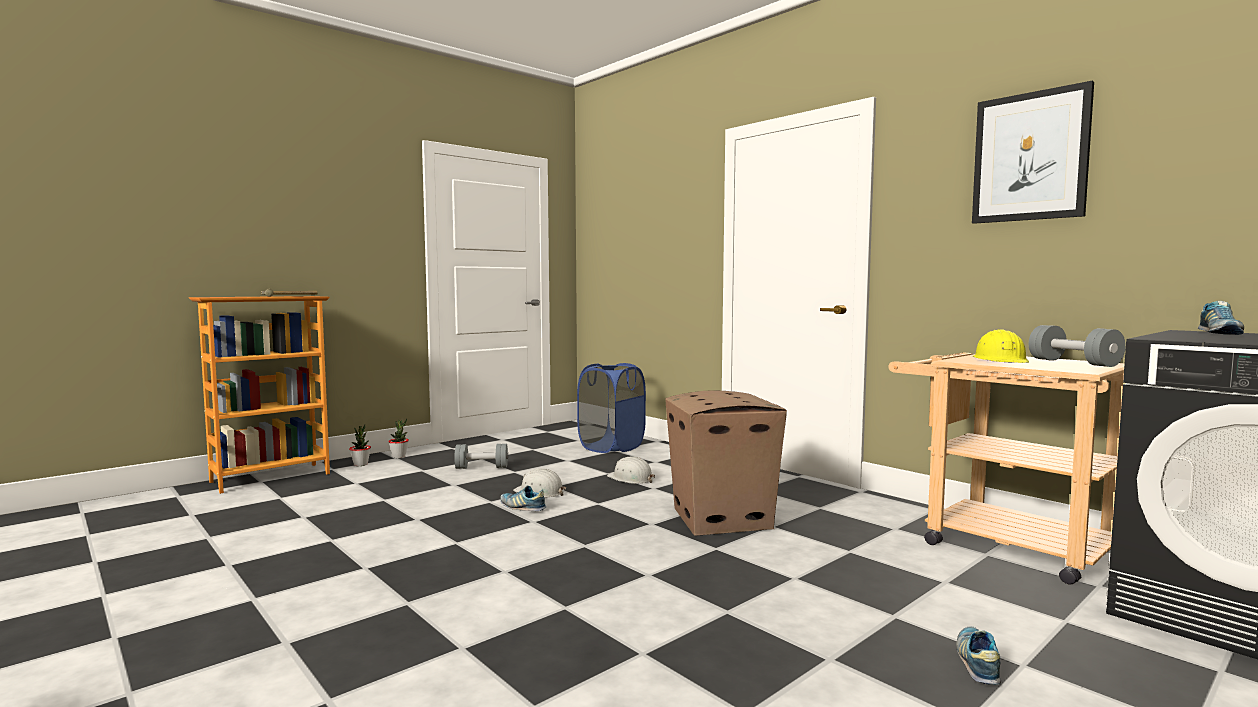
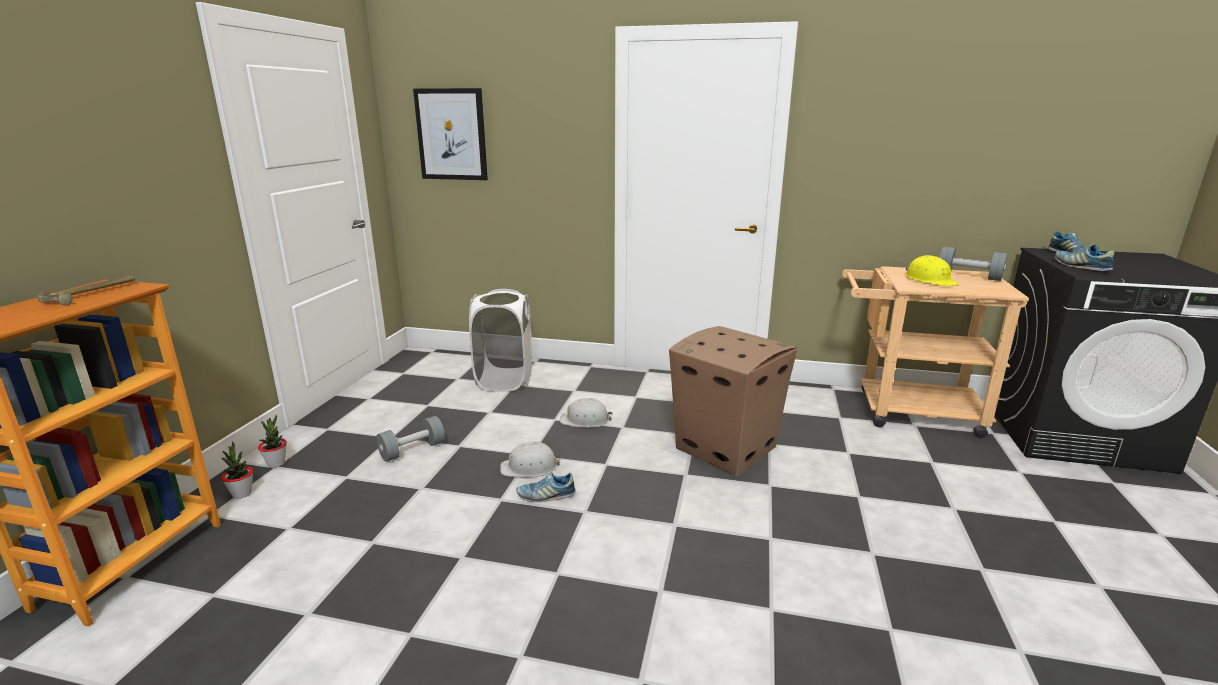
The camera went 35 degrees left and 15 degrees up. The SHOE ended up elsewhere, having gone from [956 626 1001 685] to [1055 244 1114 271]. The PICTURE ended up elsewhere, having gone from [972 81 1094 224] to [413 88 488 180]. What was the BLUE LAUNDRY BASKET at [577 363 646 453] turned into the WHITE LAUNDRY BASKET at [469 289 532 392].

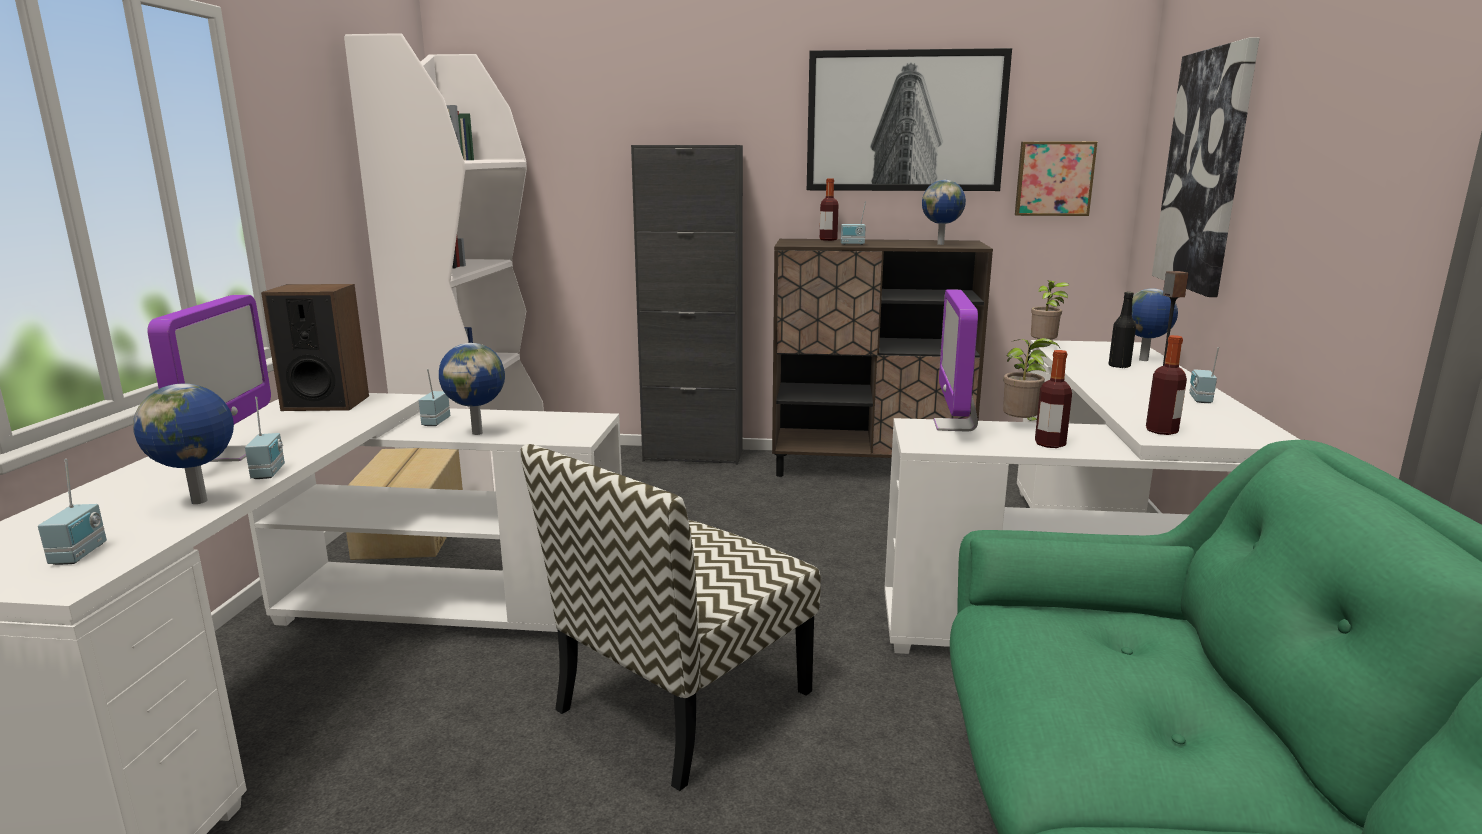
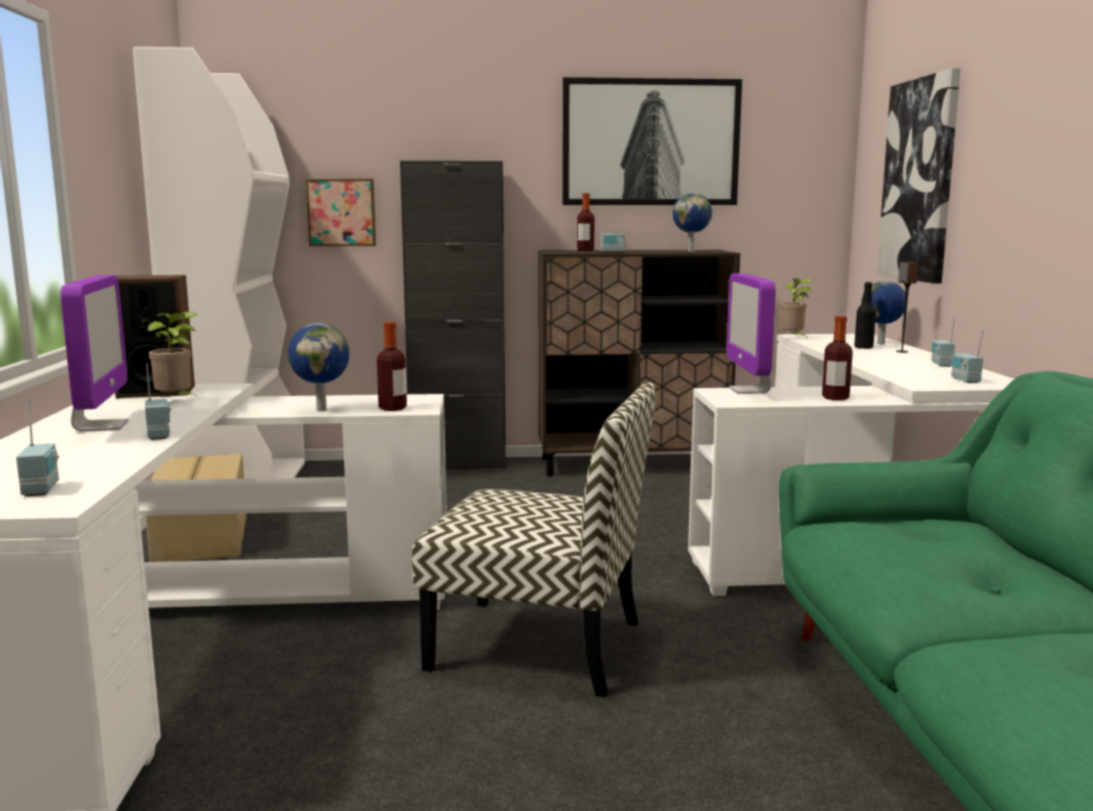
The camera went 10 degrees left and 5 degrees down. The second view lost the GLOBE at [133 384 234 504]. The RADIO ended up elsewhere, having gone from [419 369 450 426] to [951 329 984 383]. The POTTED PLANT ended up elsewhere, having gone from [1003 338 1053 421] to [148 312 197 396]. The PICTURE ended up elsewhere, having gone from [1015 142 1098 216] to [306 179 376 246]. The BOTTLE ended up elsewhere, having gone from [1146 335 1187 435] to [377 322 407 411]. The CHAIR at [520 444 821 791] ended up facing another way, 105 degrees counterclockwise from before.

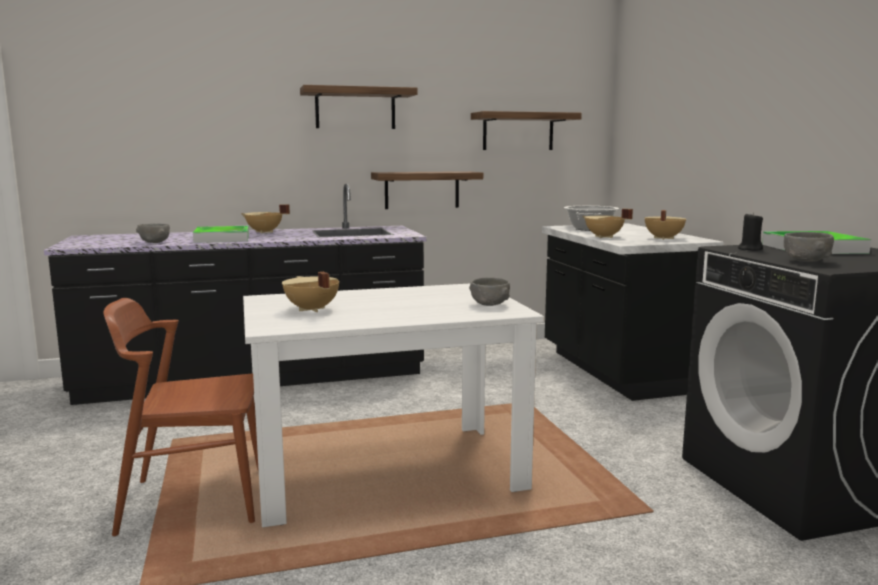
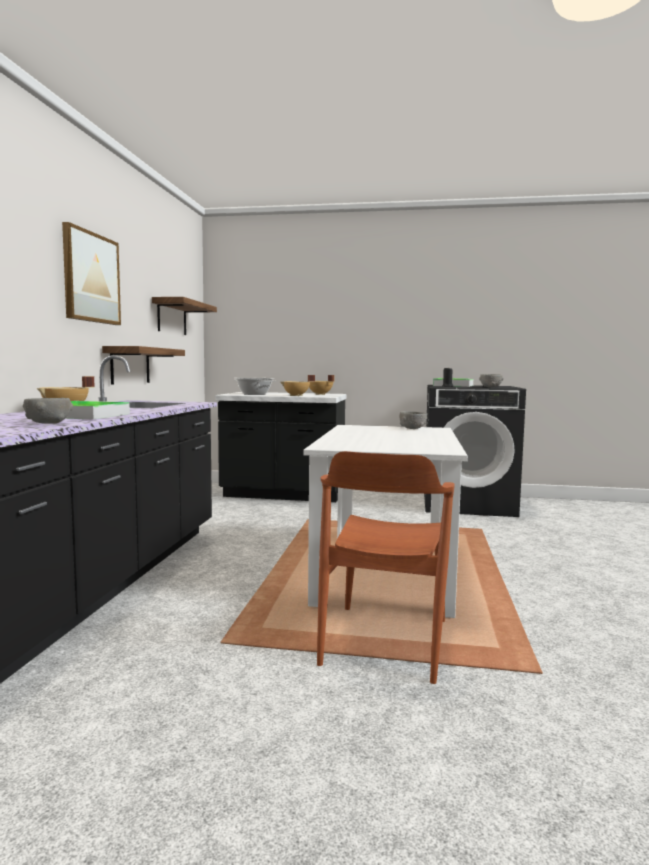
The camera went 65 degrees left and 5 degrees down. The second view lost the BEIGE COOKING POT at [282 272 339 312]. Where the SHELF hung at [300 85 418 129], the PICTURE came to hang at [62 222 121 325].

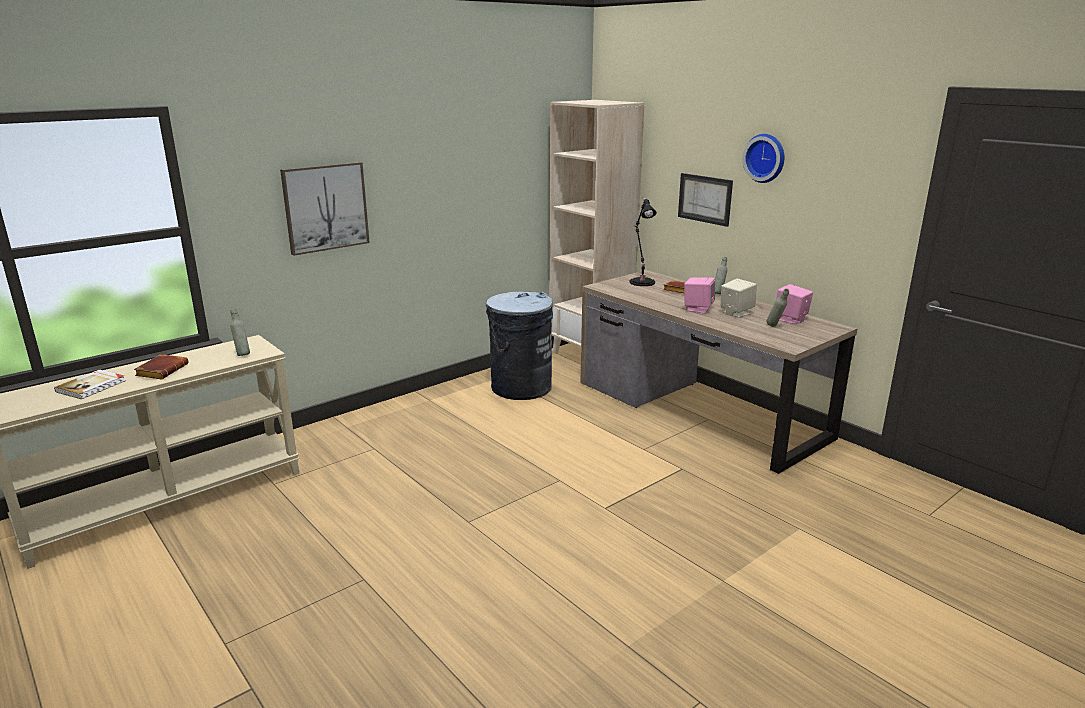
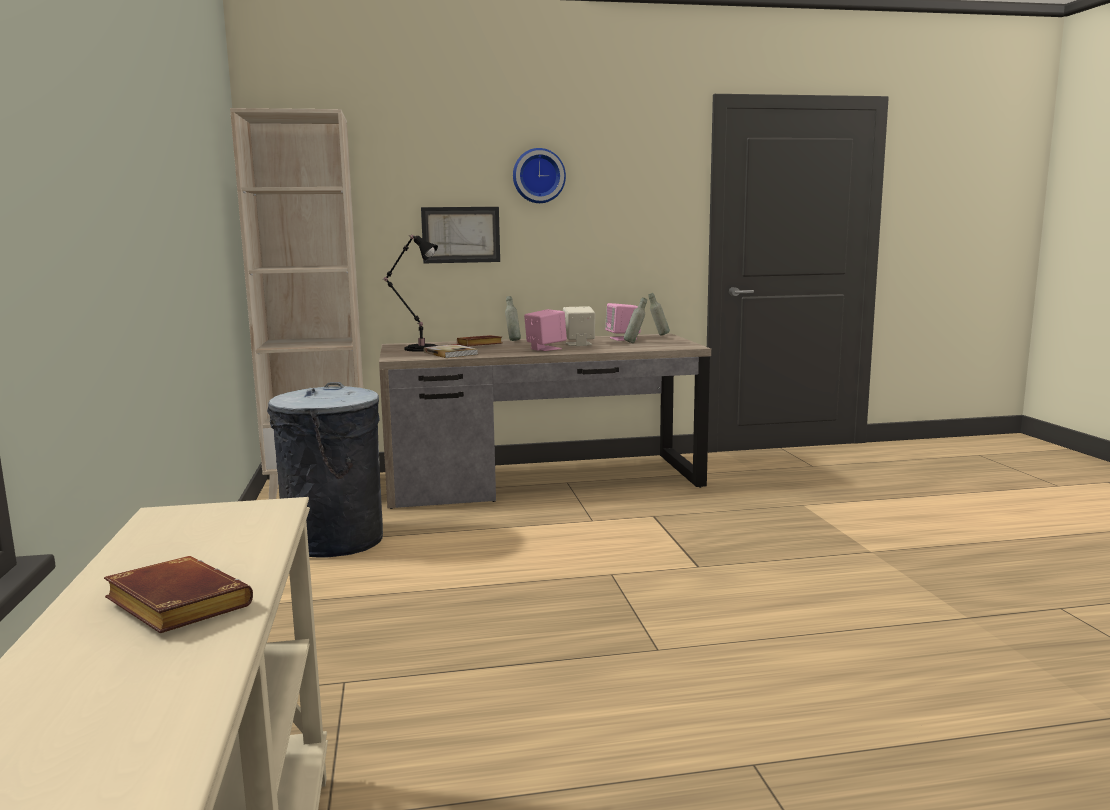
The camera went 60 degrees left and 10 degrees down. The second view lost the PICTURE at [280 162 370 256]. The BOOK ended up elsewhere, having gone from [54 370 125 399] to [424 344 478 358]. The GREY BOTTLE ended up elsewhere, having gone from [230 309 250 356] to [648 293 670 336].

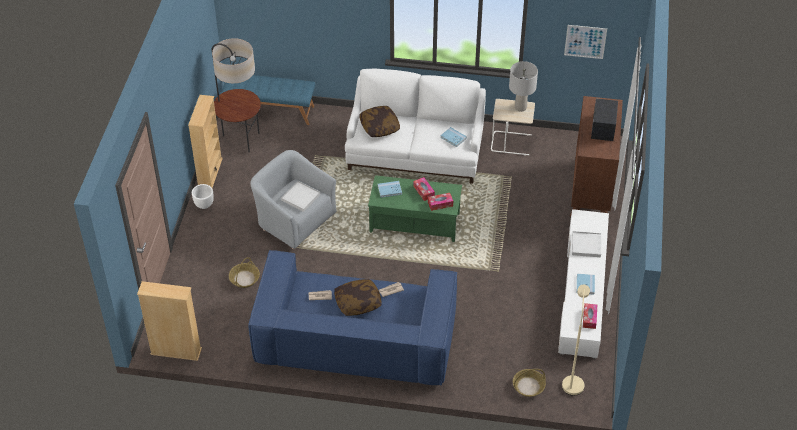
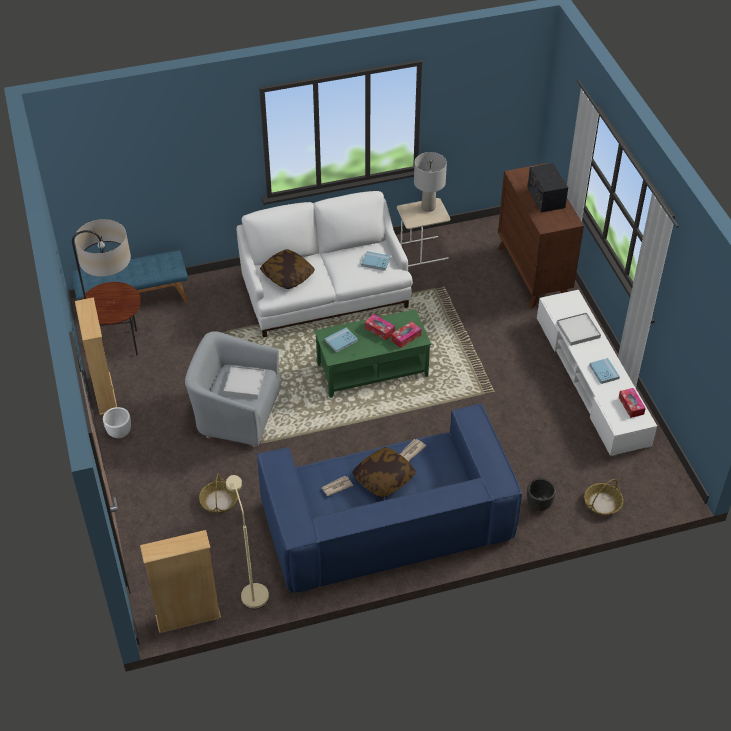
The camera went 25 degrees left and 0 degrees up. The second view lost the PICTURE at [564 25 607 59]. The second view gained the BLACK PLANTER at [527 478 556 511]. The BEIGE FLOOR LAMP ended up elsewhere, having gone from [562 285 590 396] to [226 475 269 609].

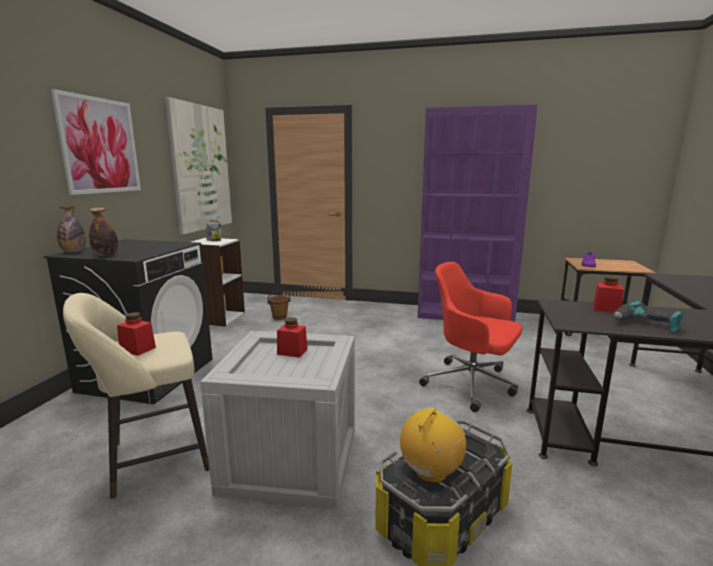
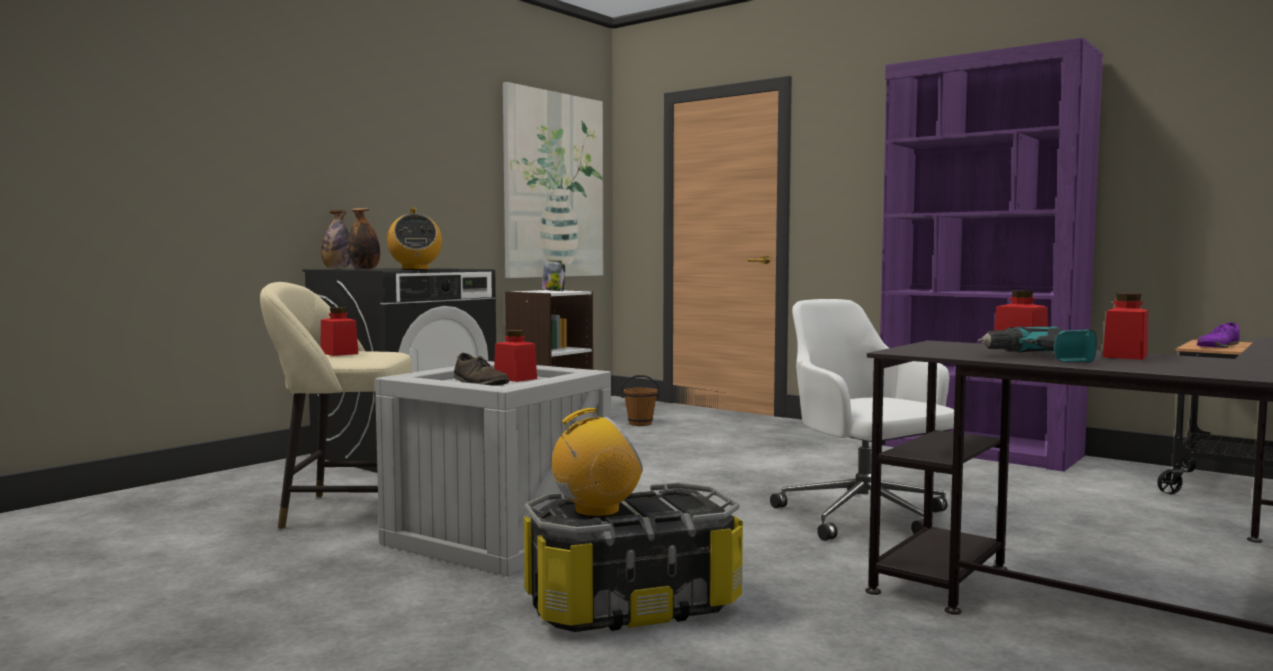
The camera went 25 degrees right and 10 degrees down. The second view lost the PICTURE at [51 89 141 195]. The second view gained the RADIO at [387 208 442 270]. The second view gained the BROWN SHOE at [454 353 509 386]. The second view gained the RED JAR at [1103 293 1148 360]. What was the RED OFFICE CHAIR at [419 262 522 412] turned into the WHITE OFFICE CHAIR at [770 299 954 541].

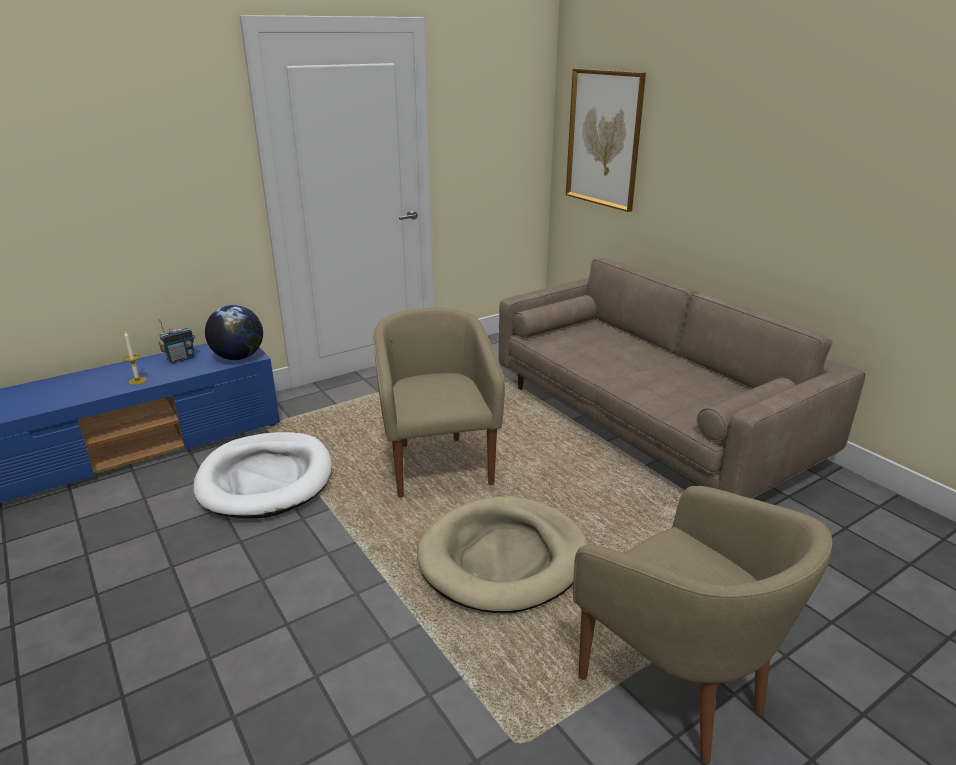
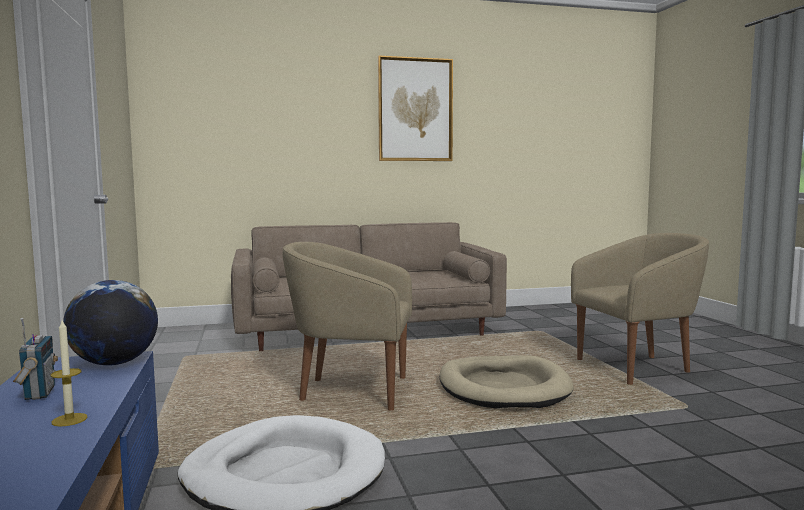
The camera went 70 degrees left and 20 degrees down. The PICTURE ended up elsewhere, having gone from [566 68 646 212] to [378 56 453 161].

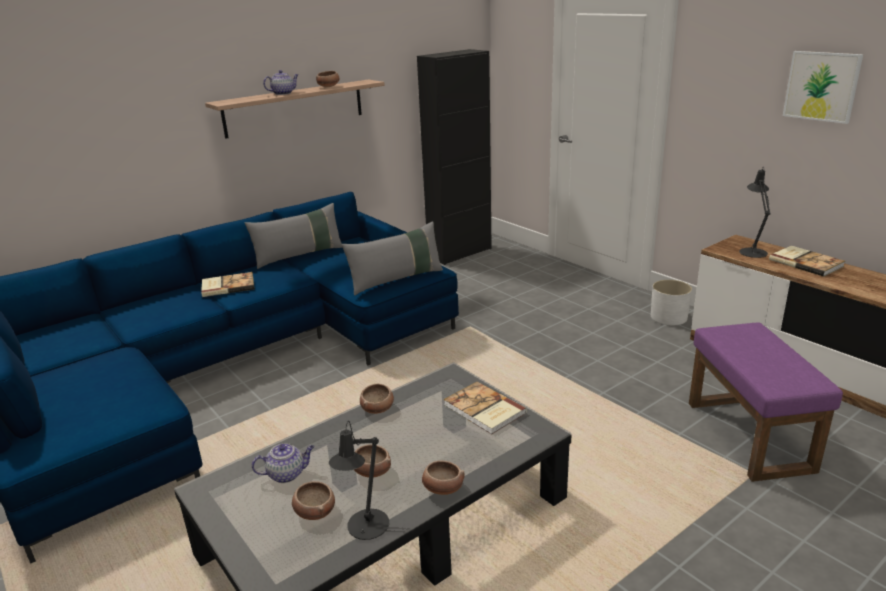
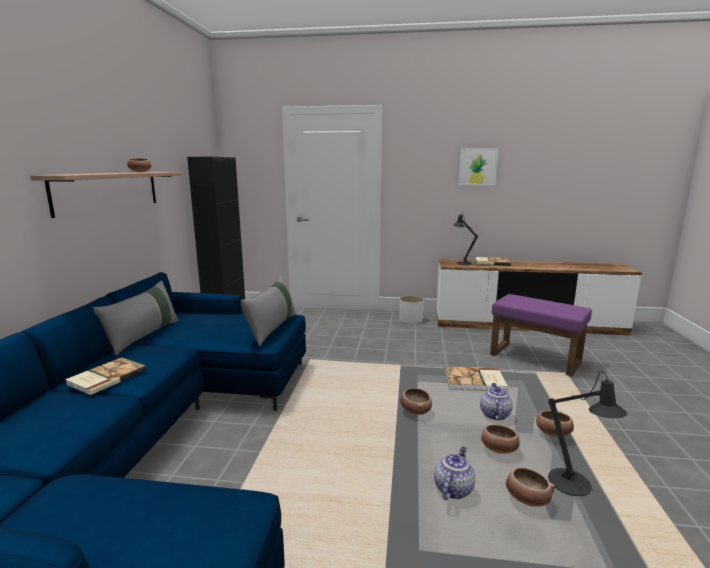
The camera went 45 degrees left and 10 degrees down. The TEAPOT ended up elsewhere, having gone from [263 70 299 95] to [480 383 513 420].

